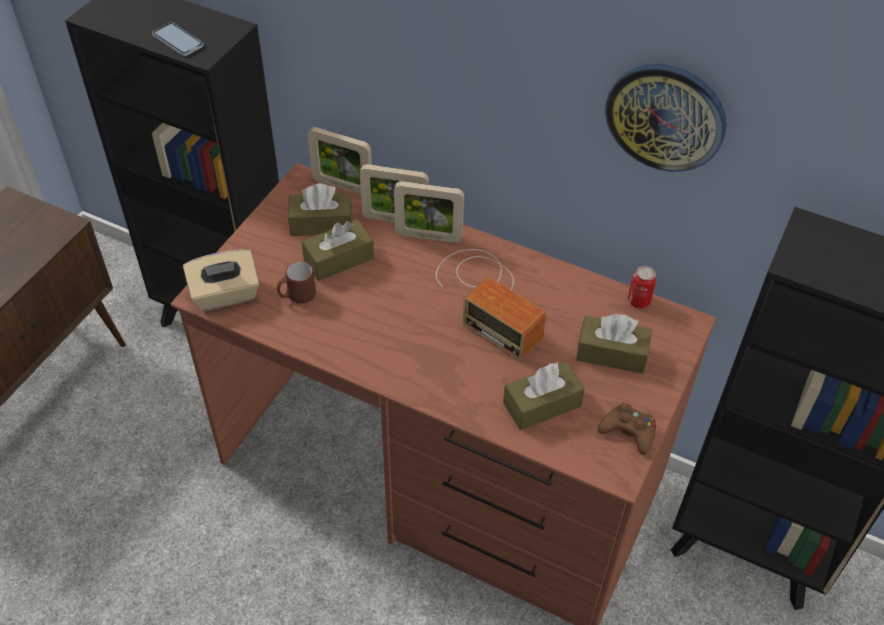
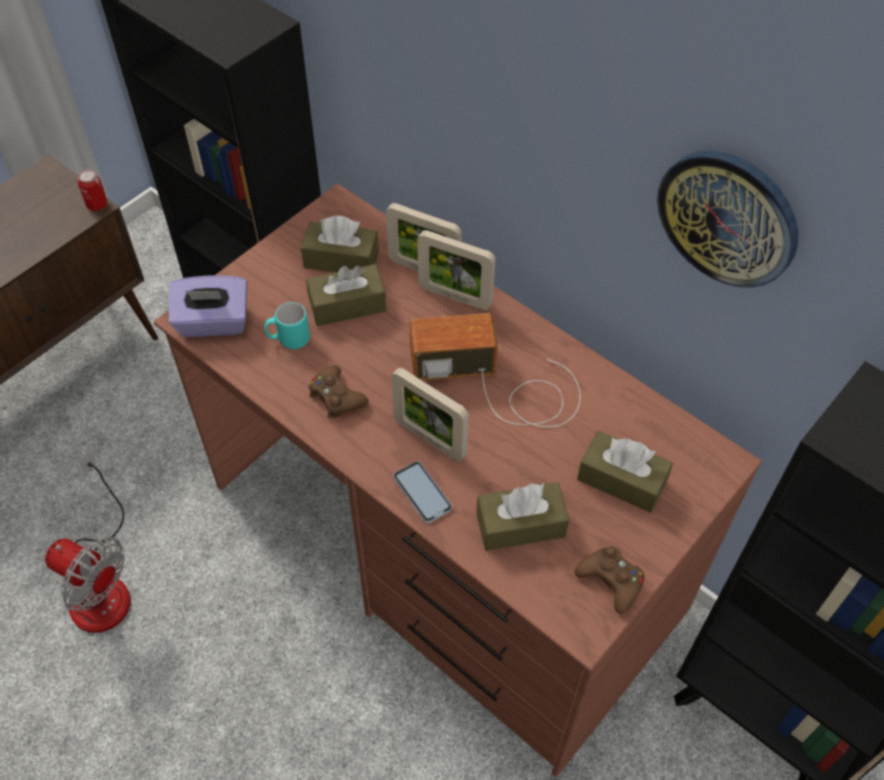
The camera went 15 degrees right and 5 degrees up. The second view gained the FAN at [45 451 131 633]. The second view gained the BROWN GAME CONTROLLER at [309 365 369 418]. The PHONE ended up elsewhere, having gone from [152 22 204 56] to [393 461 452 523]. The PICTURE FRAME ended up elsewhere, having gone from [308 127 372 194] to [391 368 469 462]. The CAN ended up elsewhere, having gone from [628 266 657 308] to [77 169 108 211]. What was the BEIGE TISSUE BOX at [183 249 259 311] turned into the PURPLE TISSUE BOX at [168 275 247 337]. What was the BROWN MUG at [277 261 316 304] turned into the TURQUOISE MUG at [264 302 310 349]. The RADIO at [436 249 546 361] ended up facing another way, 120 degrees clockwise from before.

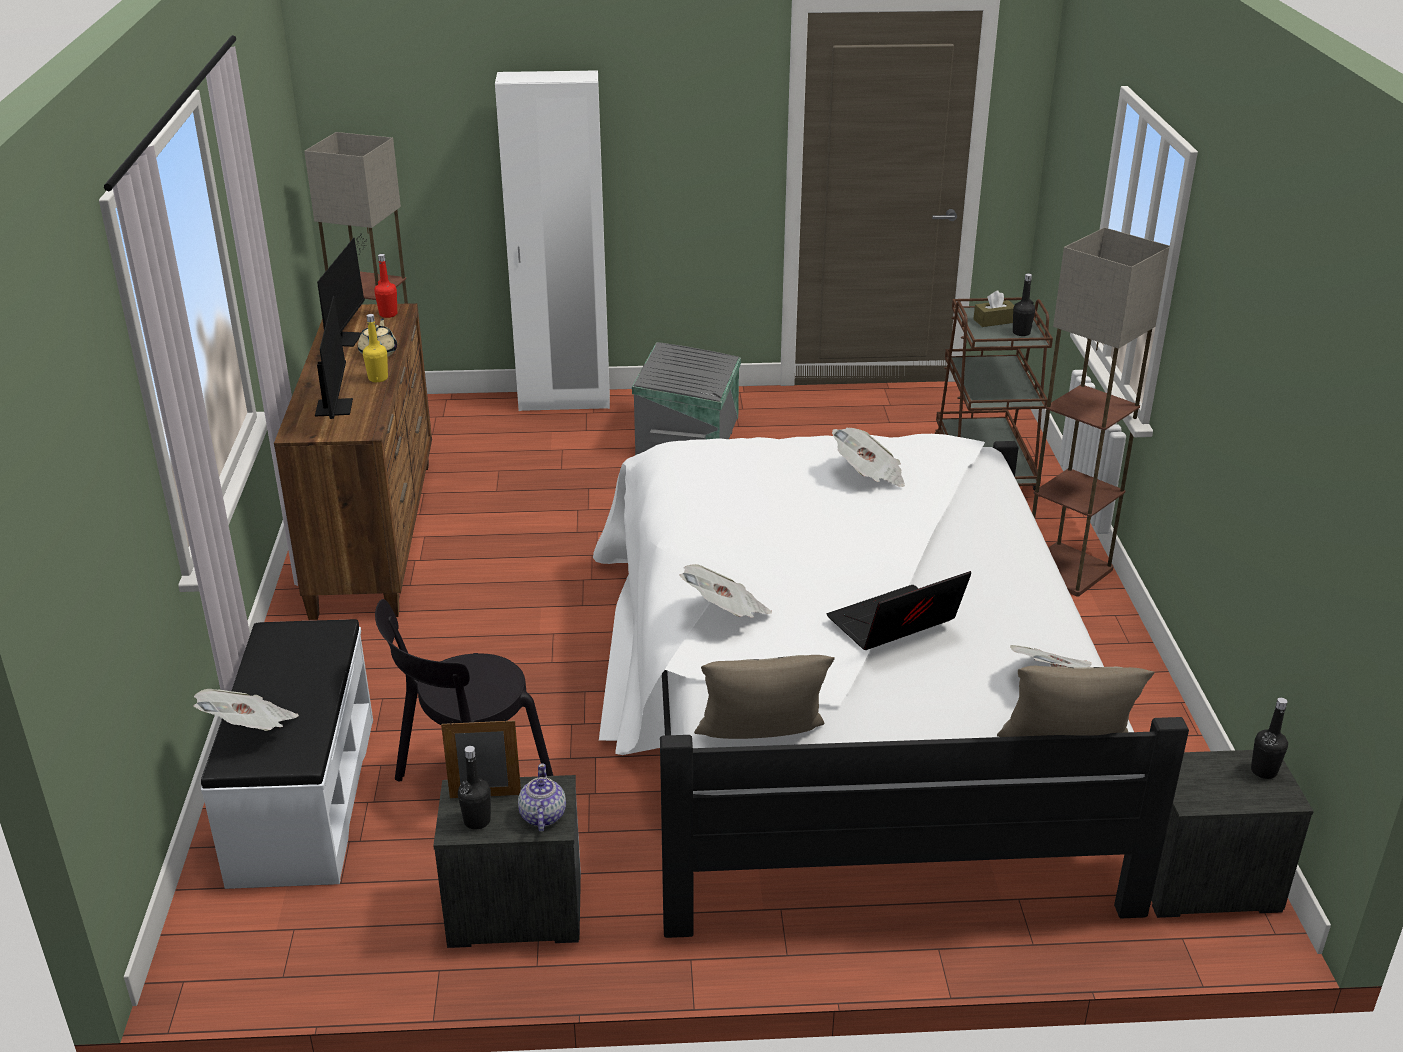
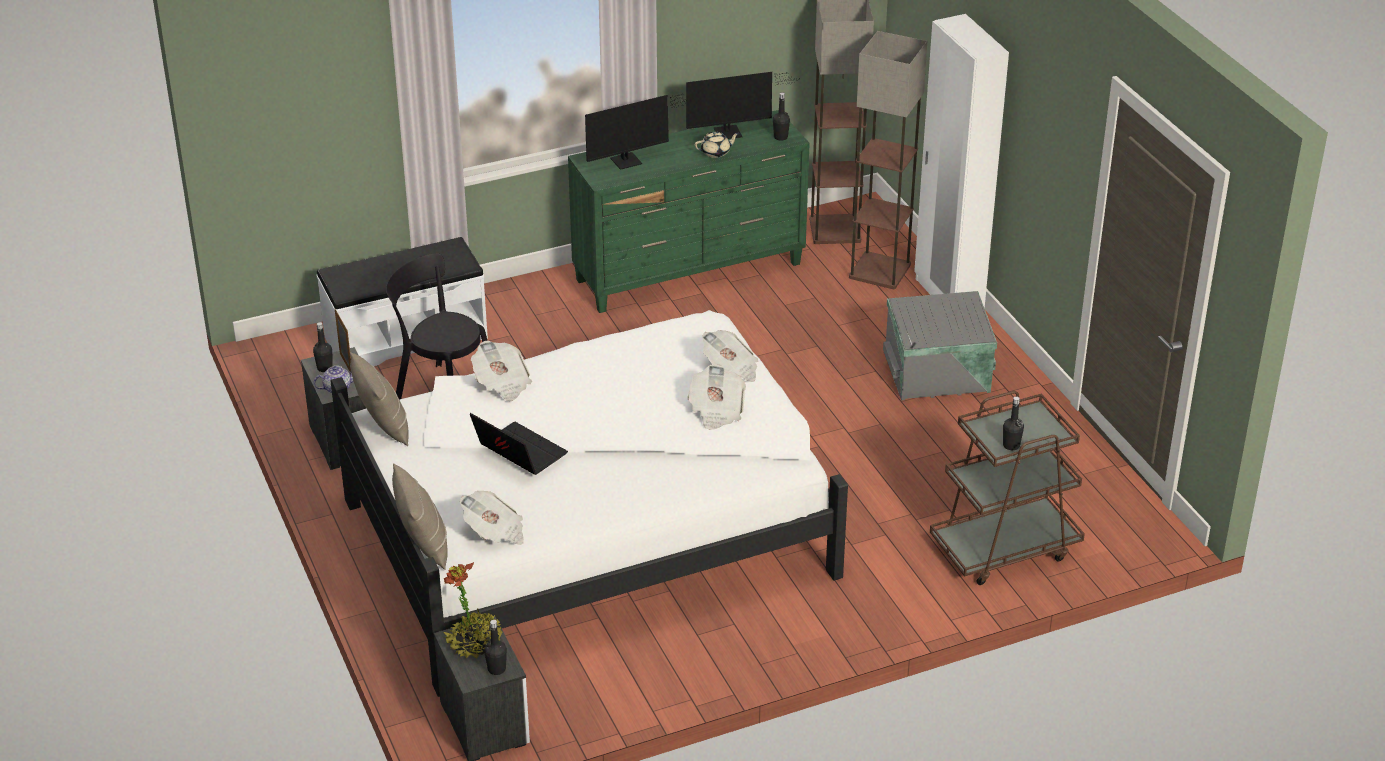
The camera went 70 degrees right and 5 degrees up. The second view lost the YELLOW BOTTLE at [363 314 388 382]. The second view lost the BROWN TISSUE BOX at [974 291 1014 327]. The second view gained the POTTED PLANT at [443 562 502 659]. The NEWSPAPER ended up elsewhere, having gone from [193 689 299 731] to [702 330 758 382]. The FLOOR LAMP ended up elsewhere, having gone from [1032 227 1170 597] to [849 31 927 289]. What was the BROWN DRESSER at [274 303 432 620] turned into the GREEN DRESSER at [568 110 810 313]. What was the RED BOTTLE at [374 254 397 318] turned into the BLACK BOTTLE at [773 92 790 141].

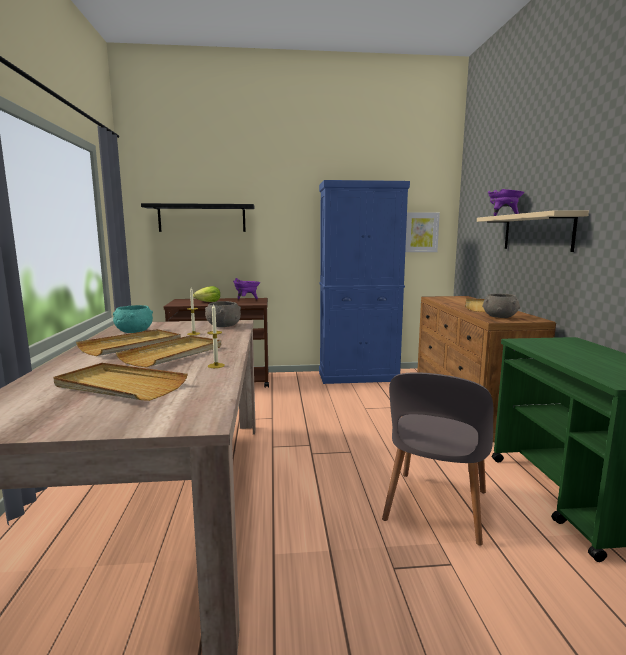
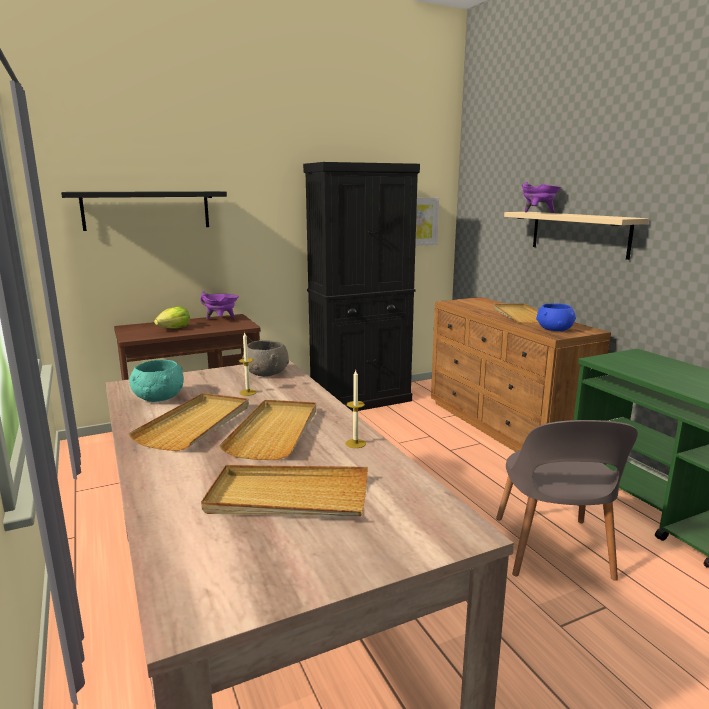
The camera went 20 degrees left and 5 degrees up. What was the BLUE CABINET at [319 180 410 384] turned into the BLACK CABINET at [303 162 420 411]. What was the GREY BOWL at [482 294 520 318] turned into the BLUE BOWL at [536 303 576 331].

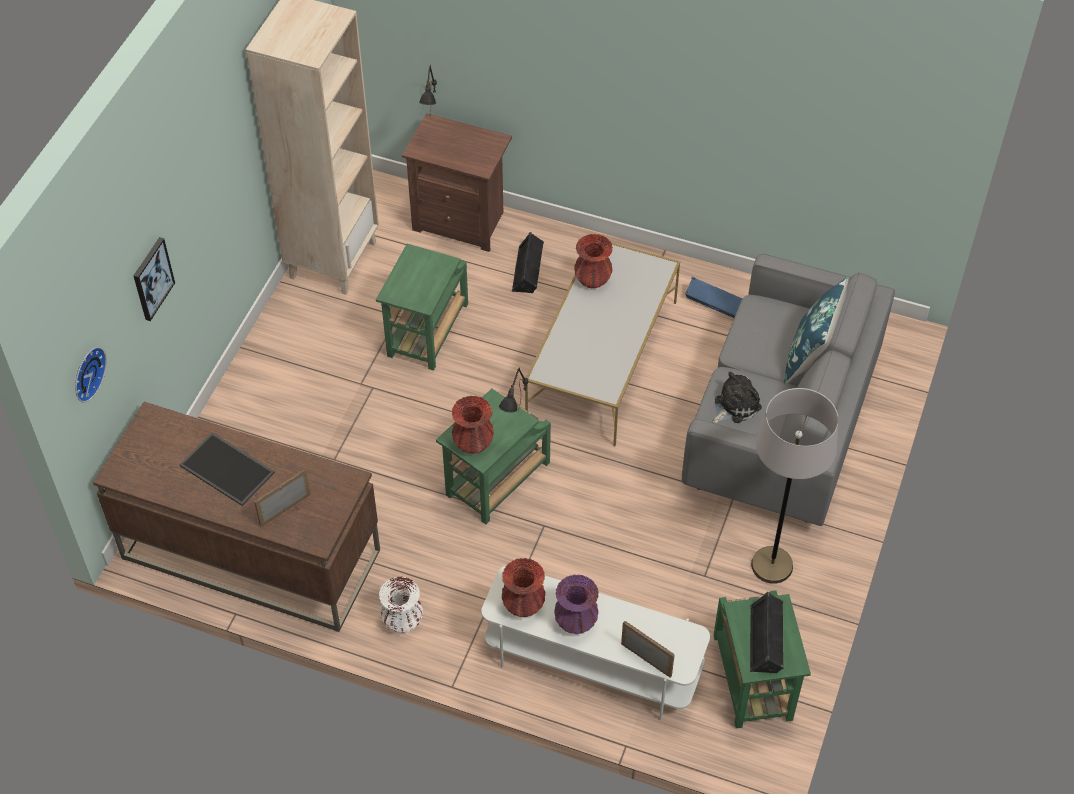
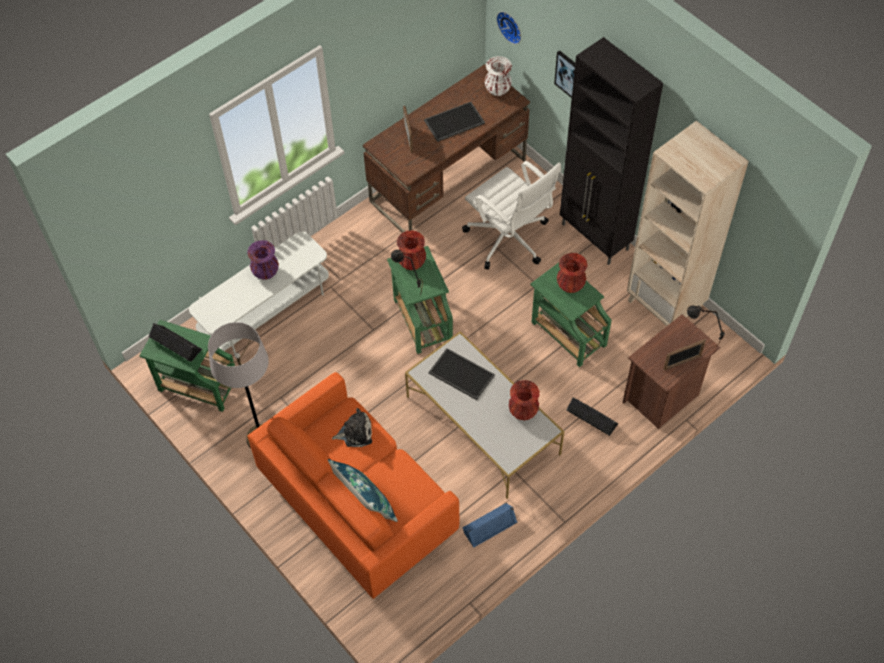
The camera went 120 degrees right and 5 degrees up. The second view gained the TRAY at [428 348 495 400]. The second view gained the WHITE OFFICE CHAIR at [462 161 561 270]. The second view gained the BLACK CABINET at [560 37 663 265]. The WHITE VASE ended up elsewhere, having gone from [379 576 423 633] to [485 56 512 96]. The RED VASE ended up elsewhere, having gone from [502 558 546 617] to [557 253 588 293]. The PICTURE FRAME ended up elsewhere, having gone from [621 621 675 678] to [663 339 706 370]. What was the GREY SOFA at [682 254 895 526] turned into the ORANGE SOFA at [248 372 459 599]. The PLUSH TOY at [713 372 762 423] ended up facing another way, 90 degrees counterclockwise from before.

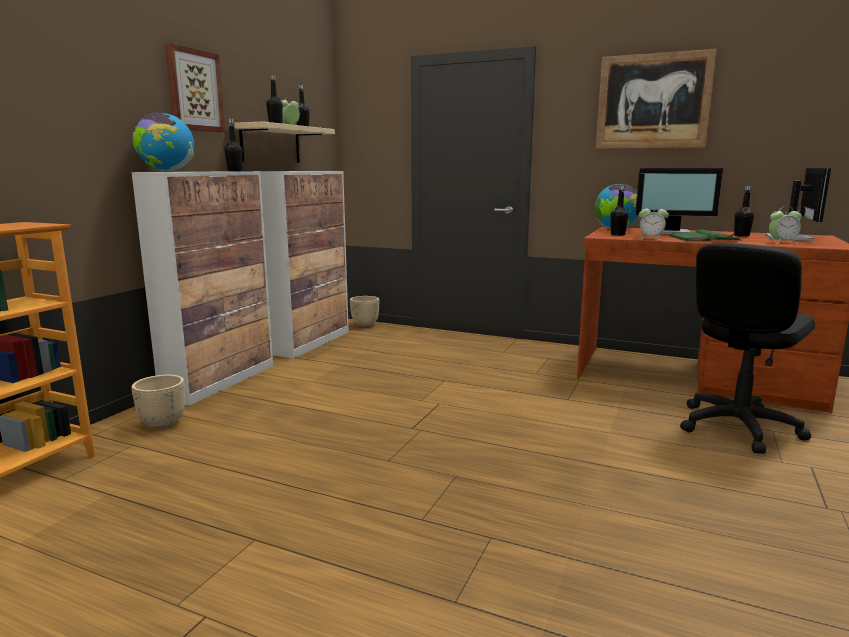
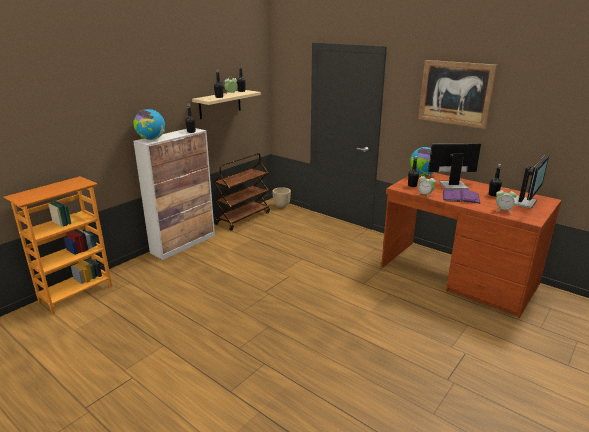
The camera went 15 degrees right and 10 degrees up. The second view lost the BEIGE PLANTER at [132 375 185 429]. The second view lost the PICTURE at [165 43 225 132]. The second view lost the BLACK OFFICE CHAIR at [680 243 815 454]. Where the CABINET stood at [254 171 349 358], the BROWN CART came to stand at [213 153 270 231]. What was the GREEN BOOK at [669 229 742 241] turned into the PURPLE BOOK at [443 189 481 204]. The MONITOR at [635 168 723 235] ended up facing another way, 150 degrees clockwise from before.

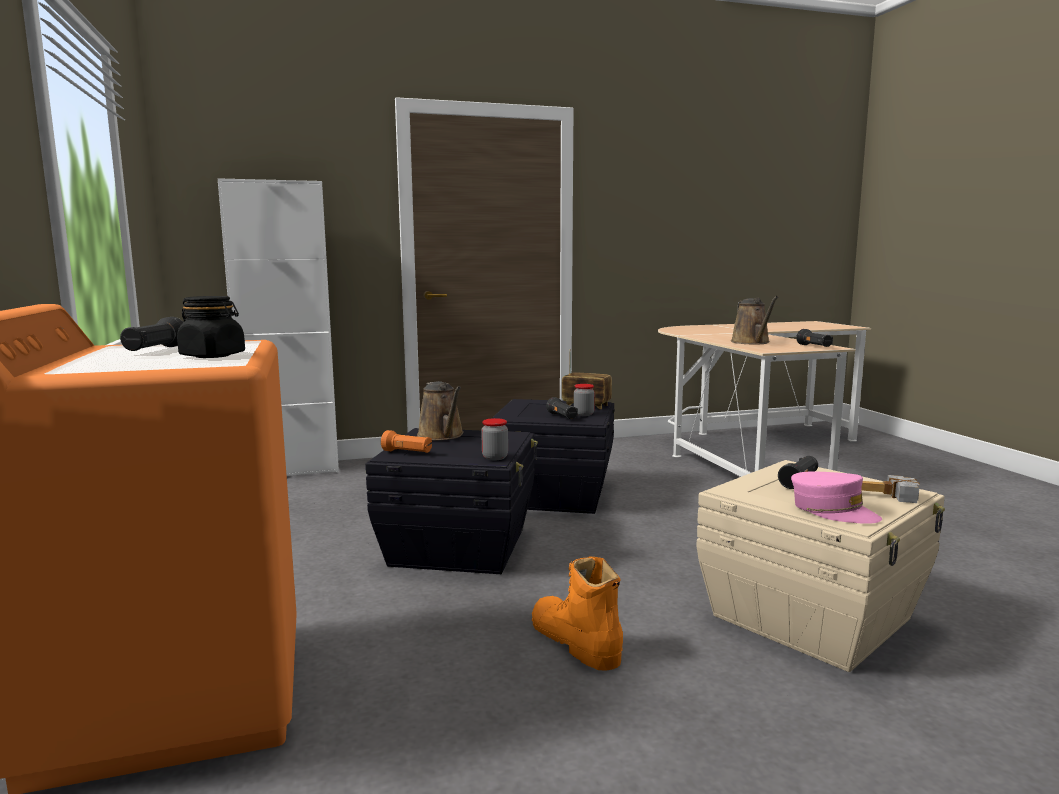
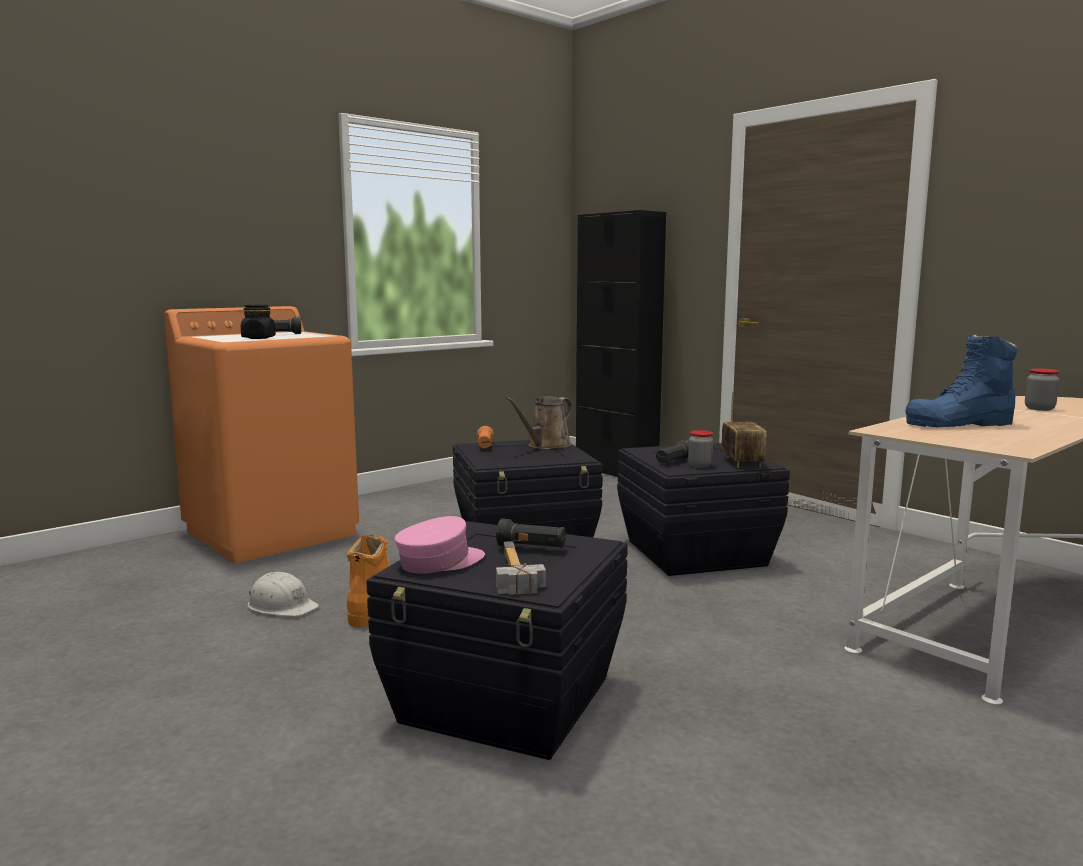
The camera went 65 degrees right and 0 degrees up. The second view lost the BLACK FLASHLIGHT at [796 329 833 347]. The second view gained the WHITE HARD HAT at [247 572 319 617]. The JAR ended up elsewhere, having gone from [481 418 508 460] to [1025 368 1059 411]. Where the BROWN WATERING CAN stood at [731 296 778 344], the BLUE BOOT came to stand at [905 334 1018 427]. What was the WHITE CABINET at [218 178 339 476] turned into the BLACK CABINET at [576 210 666 477]. What was the BEIGE STORAGE BOX at [696 460 945 672] turned into the BLACK STORAGE BOX at [366 521 628 760]. The PINK CAP at [791 471 882 524] ended up facing another way, 150 degrees counterclockwise from before.

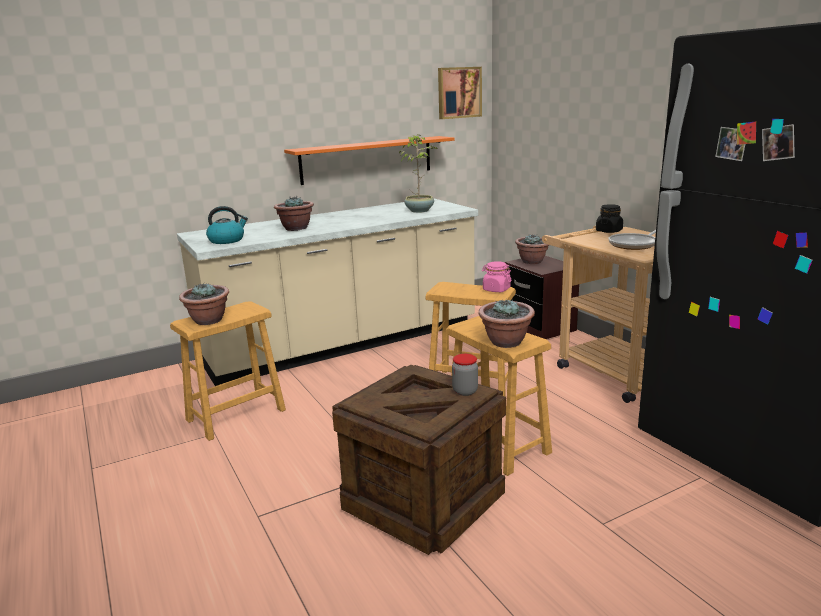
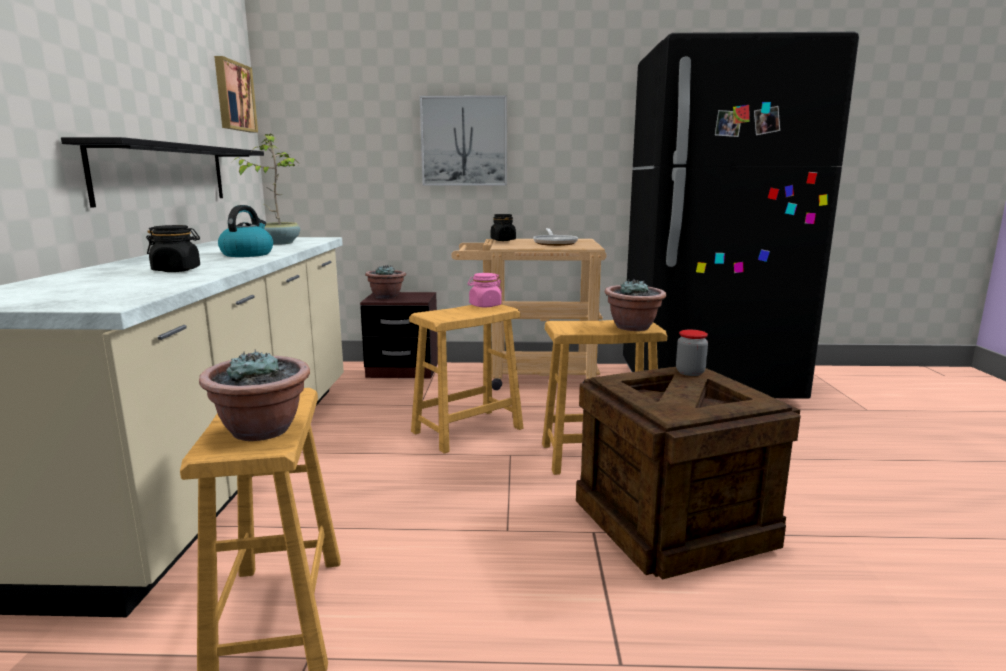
The camera went 60 degrees left and 5 degrees down. The second view gained the PICTURE at [420 95 507 186]. The KETTLE ended up elsewhere, having gone from [206 206 248 244] to [218 205 273 257]. Where the POTTED PLANT stood at [274 196 314 231], the BLACK JAR came to stand at [146 225 200 272]. What was the ORANGE SHELF at [284 136 455 185] turned into the BLACK SHELF at [61 137 264 208].

